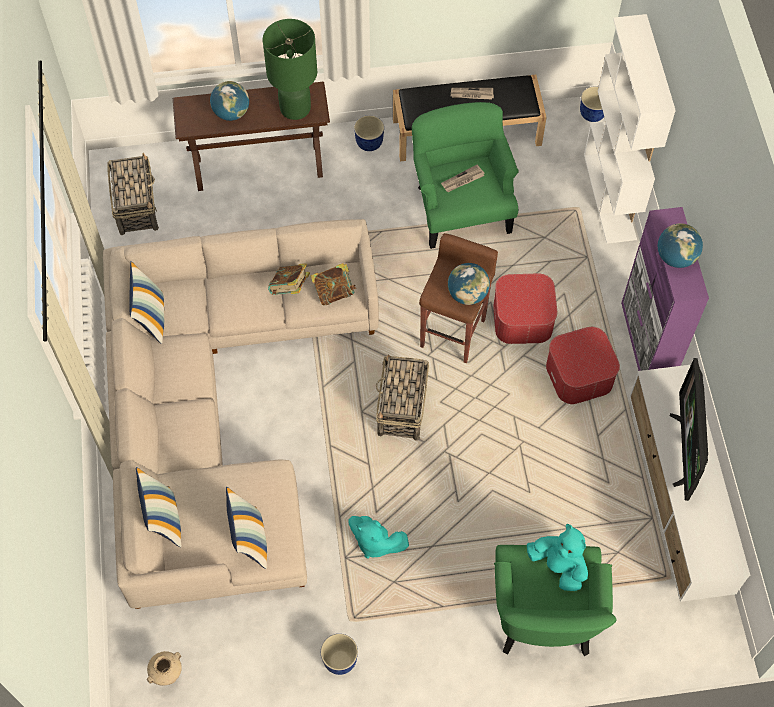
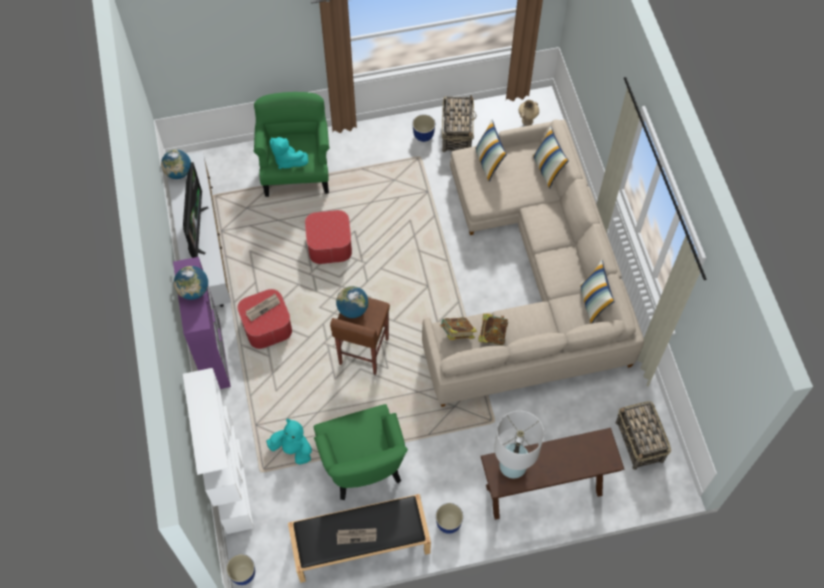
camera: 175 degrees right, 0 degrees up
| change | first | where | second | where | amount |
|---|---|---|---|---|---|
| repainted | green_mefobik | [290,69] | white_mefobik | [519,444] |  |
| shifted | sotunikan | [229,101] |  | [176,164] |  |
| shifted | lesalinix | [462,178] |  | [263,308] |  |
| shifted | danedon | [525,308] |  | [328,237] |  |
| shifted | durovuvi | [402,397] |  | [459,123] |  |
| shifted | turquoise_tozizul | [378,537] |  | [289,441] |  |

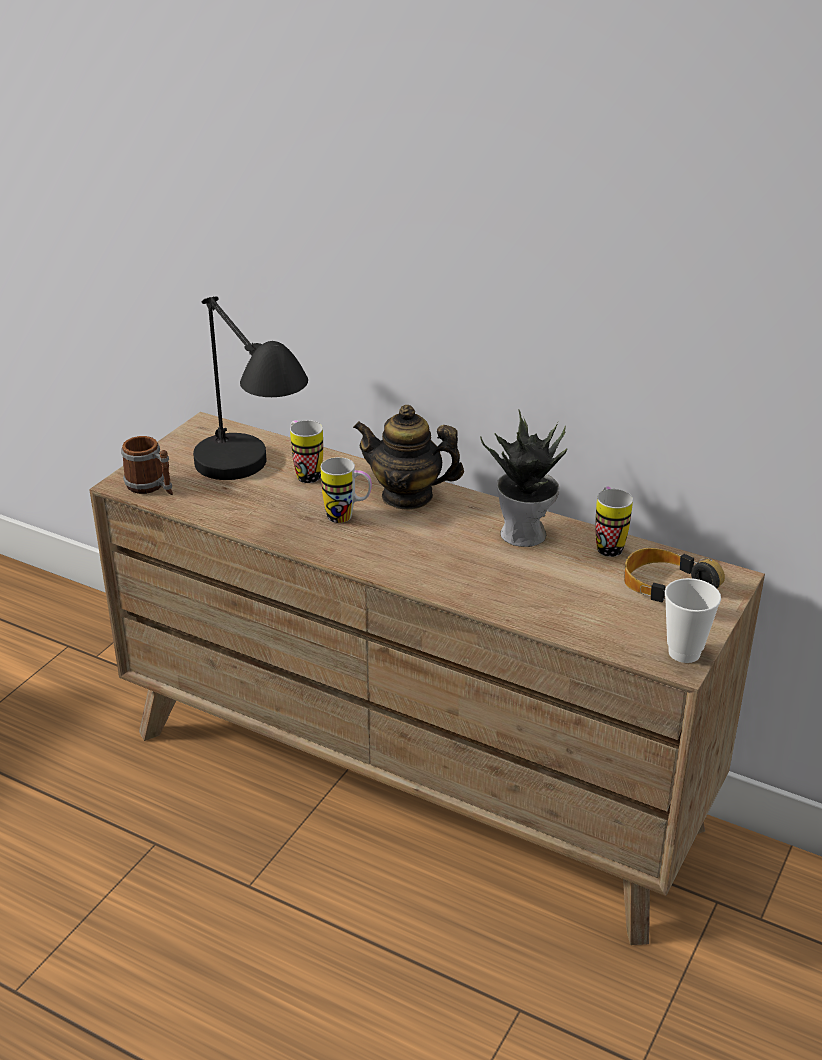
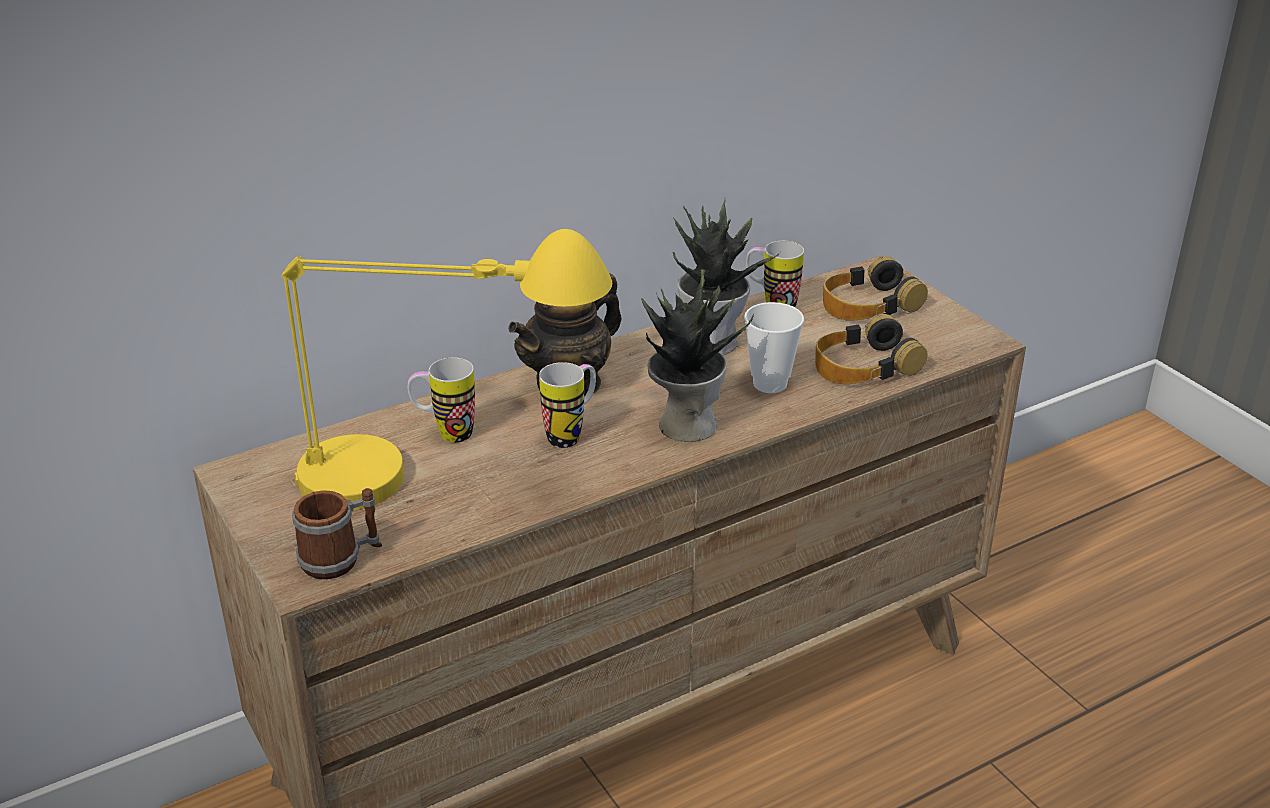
camera: 60 degrees left, 0 degrees up
| change | first | where | second | where | amount |
|---|---|---|---|---|---|
| repainted | black_mefobik | [250,388] | yellow_mefobik | [446,369] |  |
| shifted | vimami | [693,620] |  | [774,347] |  |
| new |  |  | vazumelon | [697,355] |  |
| new |  |  | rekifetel | [871,349] |  |

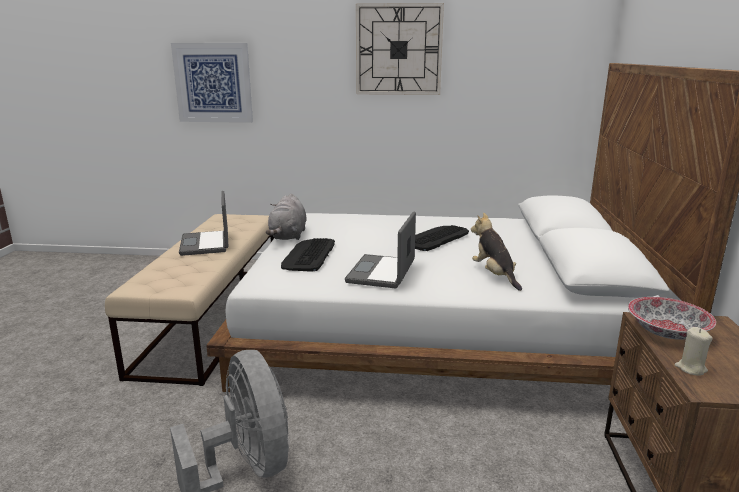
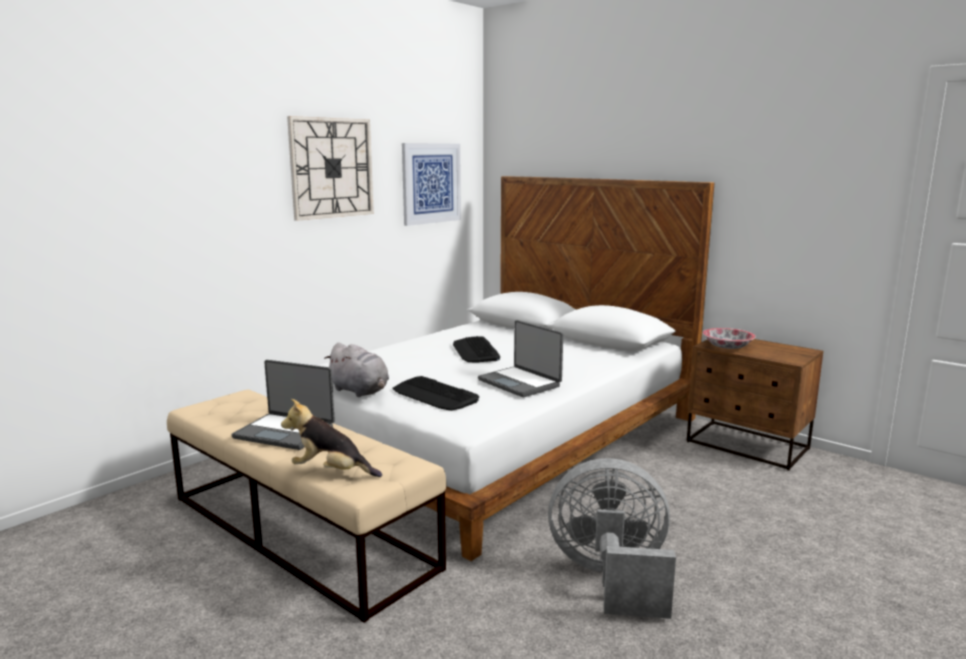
camera: 55 degrees left, 5 degrees down
| change | first | where | second | where | amount |
|---|---|---|---|---|---|
| shifted | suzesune | [212,83] |  | [431,184] |  |
| shifted | tozizul | [496,252] |  | [331,438] |  |
| gone | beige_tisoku | [694,351] |  |  |  |

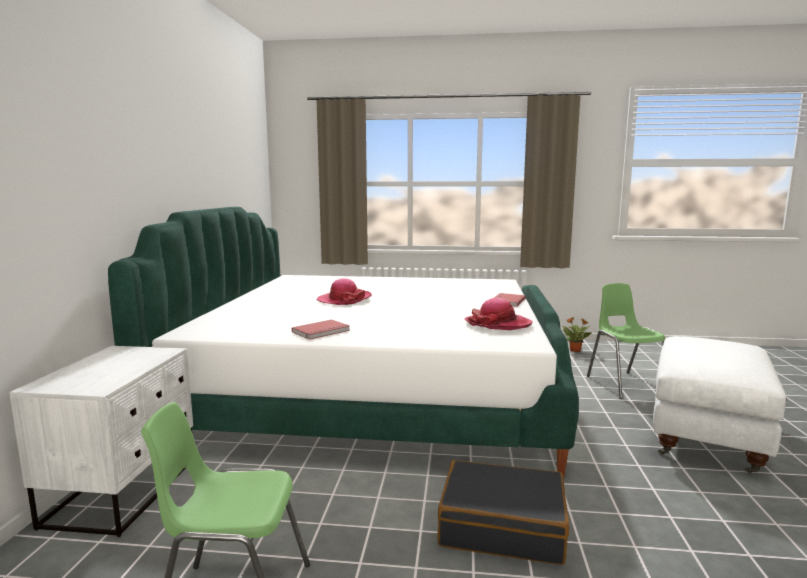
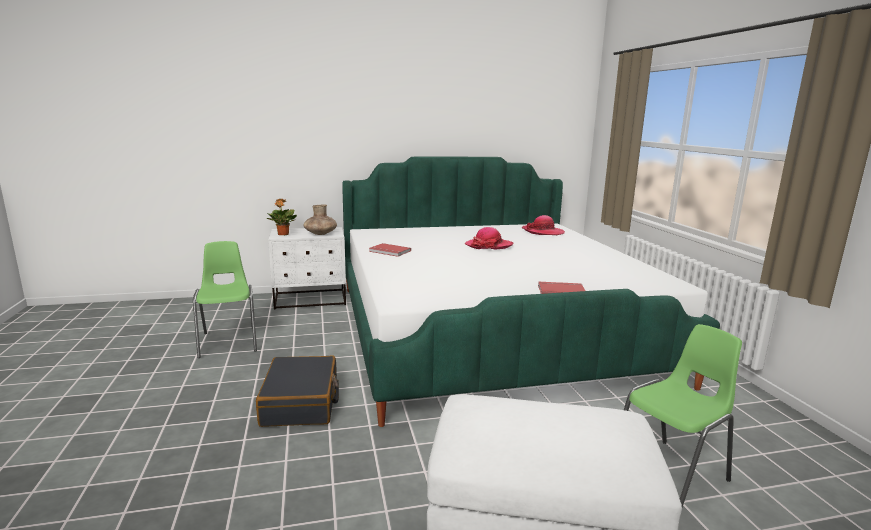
camera: 70 degrees right, 5 degrees up
| change | first | where | second | where | amount |
|---|---|---|---|---|---|
| shifted | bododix | [499,314] |  | [543,225] |  |
| shifted | vazumelon | [576,334] |  | [282,217] |  |
| new |  |  | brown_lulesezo | [320,220] |  |

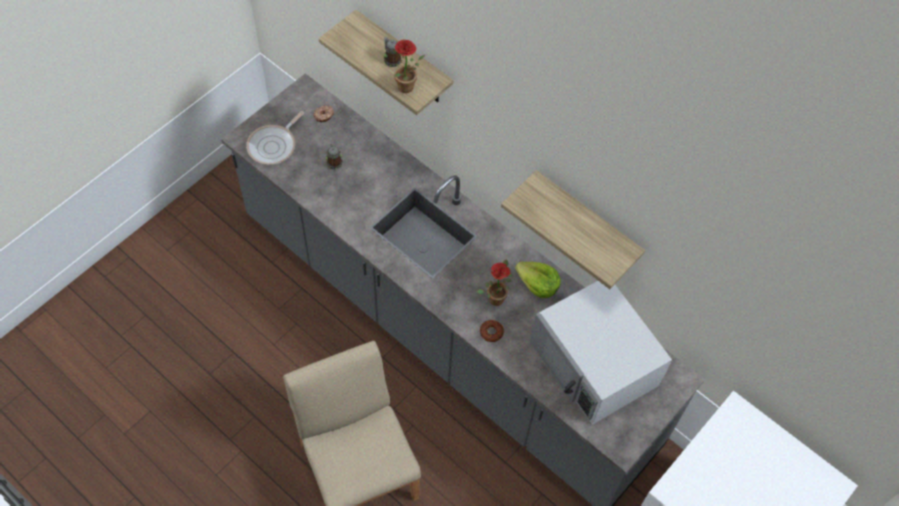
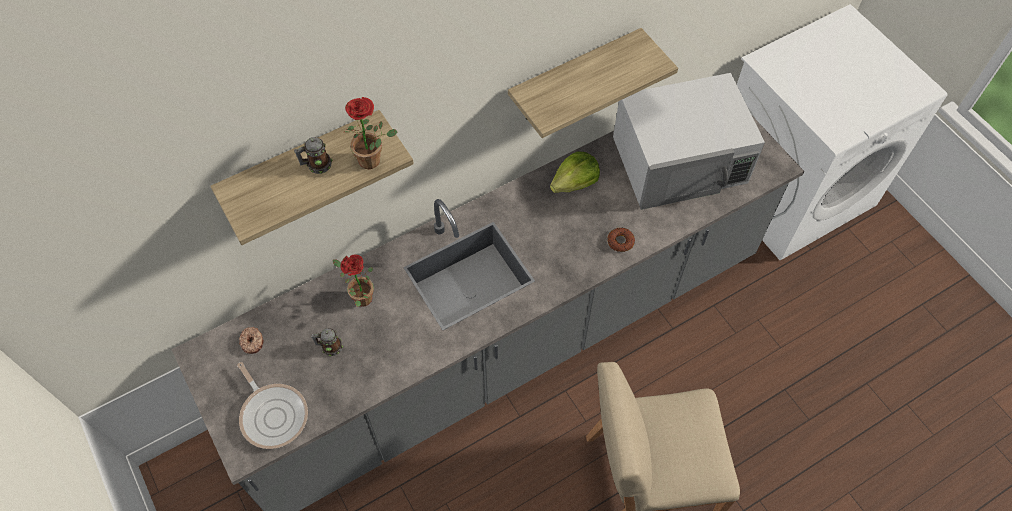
camera: 70 degrees left, 0 degrees up
| change | first | where | second | where | amount |
|---|---|---|---|---|---|
| shifted | vazumelon | [494,282] |  | [353,281] |  |

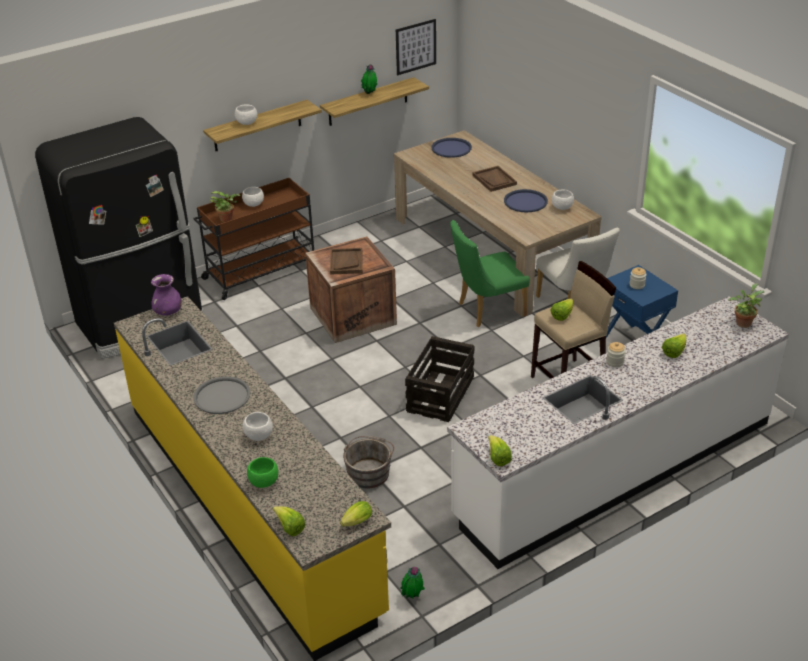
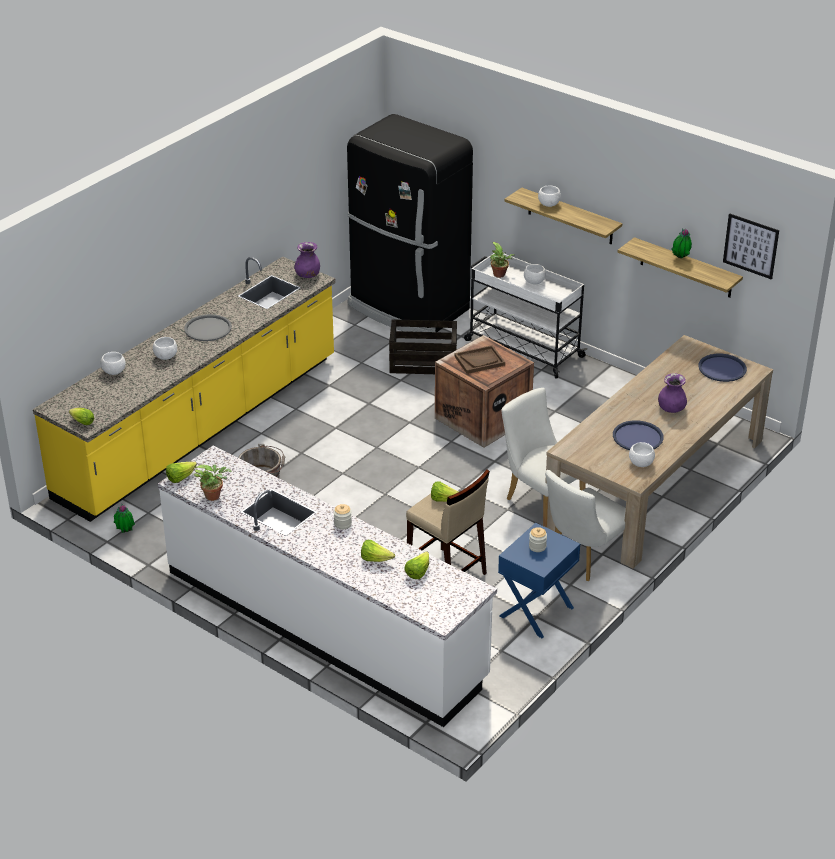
camera: 70 degrees right, 0 degrees up
| change | first | where | second | where | amount |
|---|---|---|---|---|---|
| swapped | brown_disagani | [495,179] | purple_lulesezo | [672,393] |  |
| repainted | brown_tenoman | [253,239] | white_tenoman | [525,315] |  |
| repainted | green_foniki | [490,273] | white_foniki | [544,457] |  |
| shifted | vazumelon | [746,305] |  | [213,482] |  |
| shifted | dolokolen | [439,379] |  | [423,346] |  |
| repainted | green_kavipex | [262,472] | white_kavipex | [113,363] |  |
| shifted | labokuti | [289,521] |  | [416,565] |  |

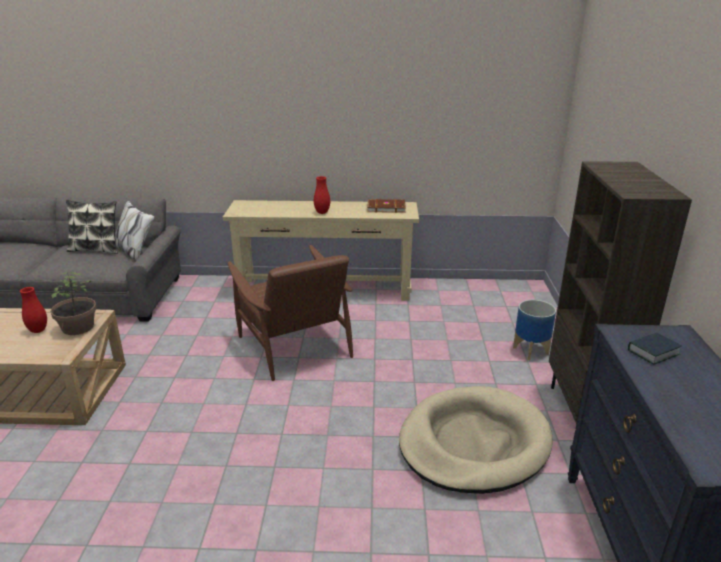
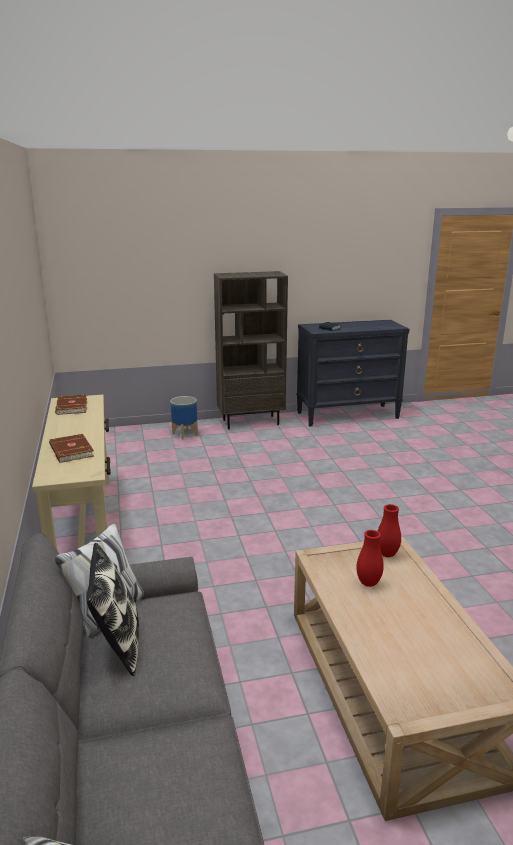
camera: 105 degrees left, 5 degrees down
| change | first | where | second | where | amount |
|---|---|---|---|---|---|
| shifted | red_lulesezo | [322,195] |  | [389,530] |  |
| gone | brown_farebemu | [290,313] |  |  |  |
| gone | vazumelon | [73,303] |  |  |  |
| gone | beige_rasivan | [476,440] |  |  |  |
| new |  |  | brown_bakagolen | [71,448] |  |

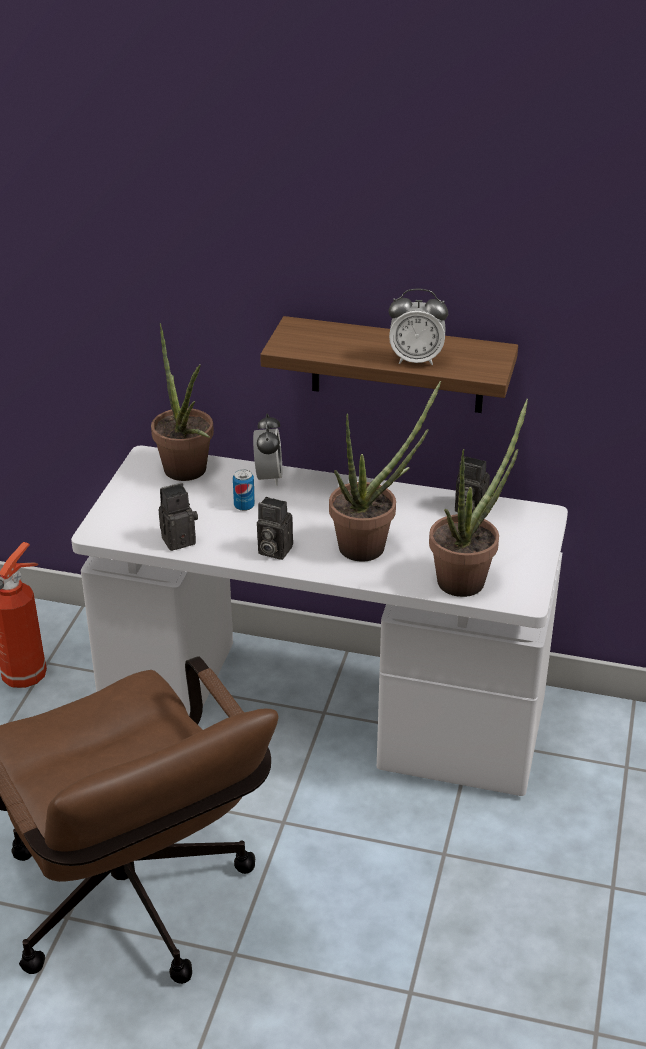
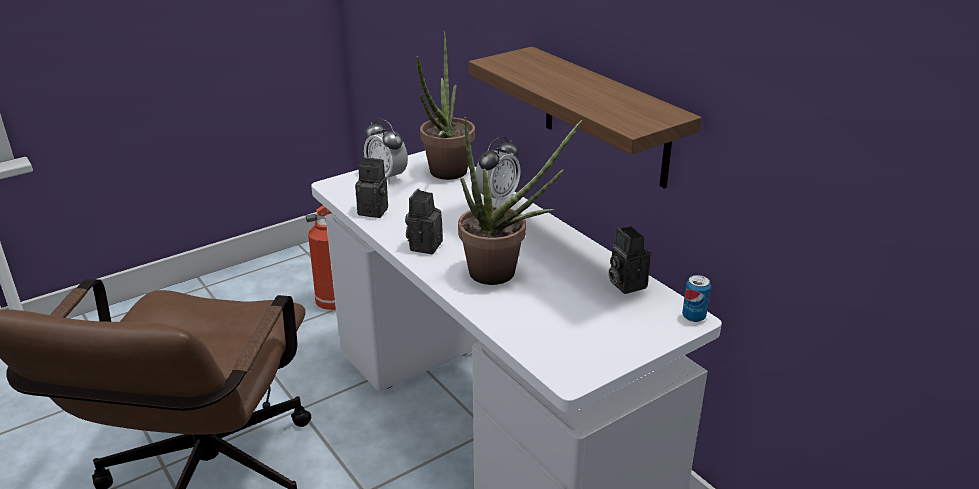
camera: 40 degrees right, 5 degrees down
| change | first | where | second | where | amount |
|---|---|---|---|---|---|
| shifted | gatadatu | [418,327] |  | [386,151] |  |
| gone | vazumelon | [478,498] |  |  |  |
| shifted | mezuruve | [244,490] |  | [696,298] |  |
| rotated | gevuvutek | [275,528] |  | [424,221] | 45 degrees clockwise |

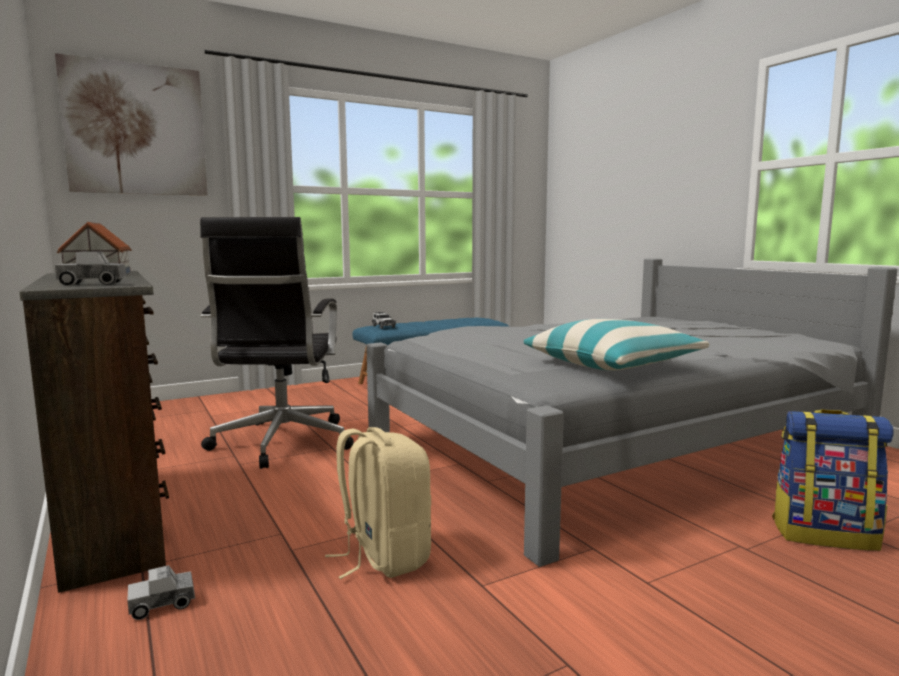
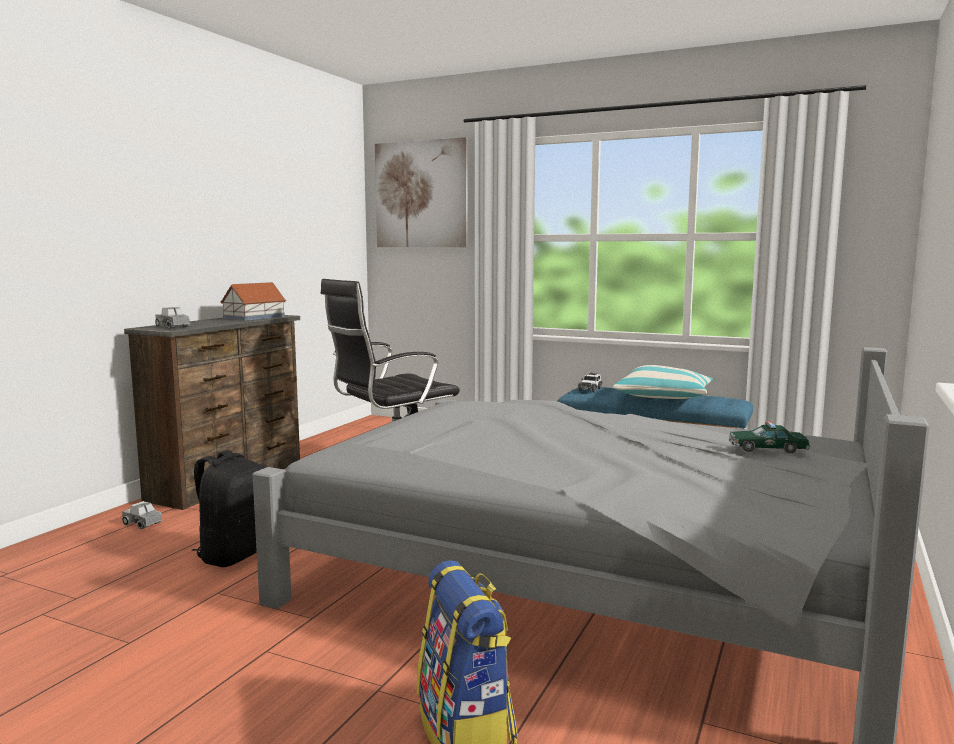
camera: 55 degrees right, 0 degrees up
| change | first | where | second | where | amount |
|---|---|---|---|---|---|
| shifted | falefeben | [616,345] |  | [663,382] |  |
| repainted | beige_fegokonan | [378,503] | black_fegokonan | [229,508] |  |
| new |  |  | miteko | [769,437] |  |

